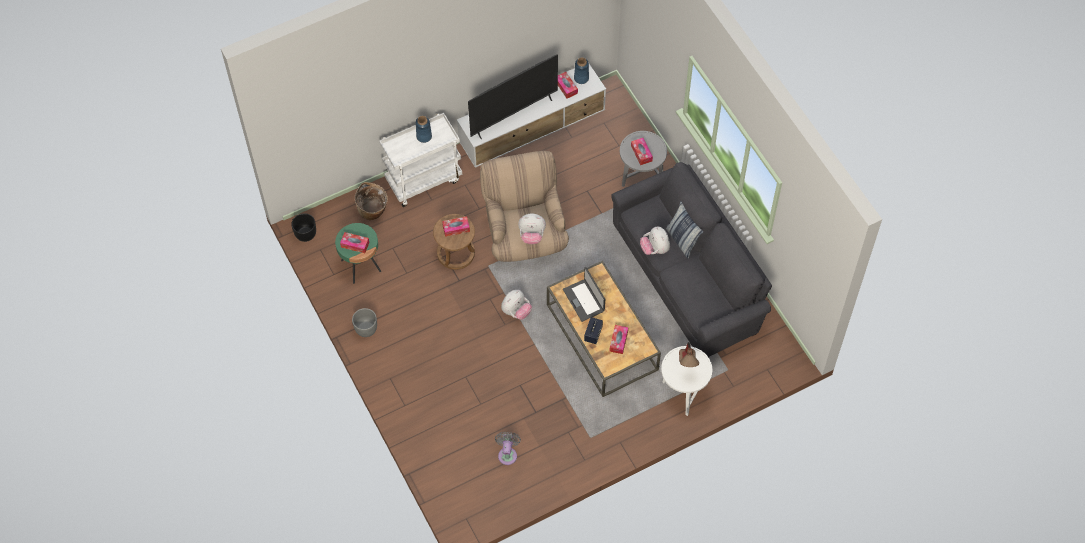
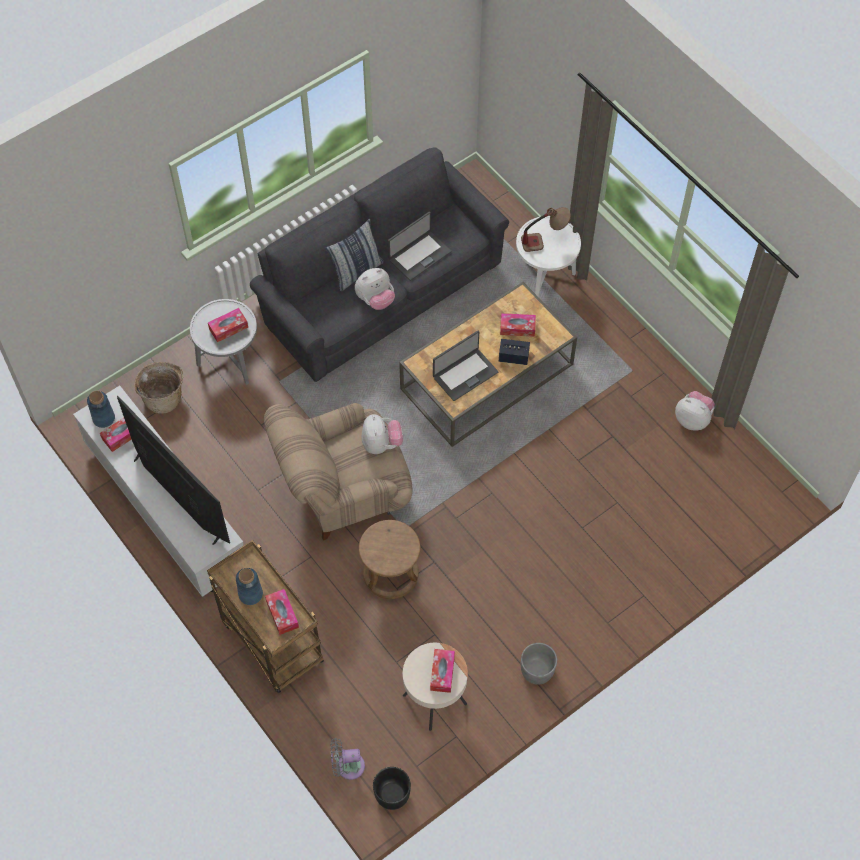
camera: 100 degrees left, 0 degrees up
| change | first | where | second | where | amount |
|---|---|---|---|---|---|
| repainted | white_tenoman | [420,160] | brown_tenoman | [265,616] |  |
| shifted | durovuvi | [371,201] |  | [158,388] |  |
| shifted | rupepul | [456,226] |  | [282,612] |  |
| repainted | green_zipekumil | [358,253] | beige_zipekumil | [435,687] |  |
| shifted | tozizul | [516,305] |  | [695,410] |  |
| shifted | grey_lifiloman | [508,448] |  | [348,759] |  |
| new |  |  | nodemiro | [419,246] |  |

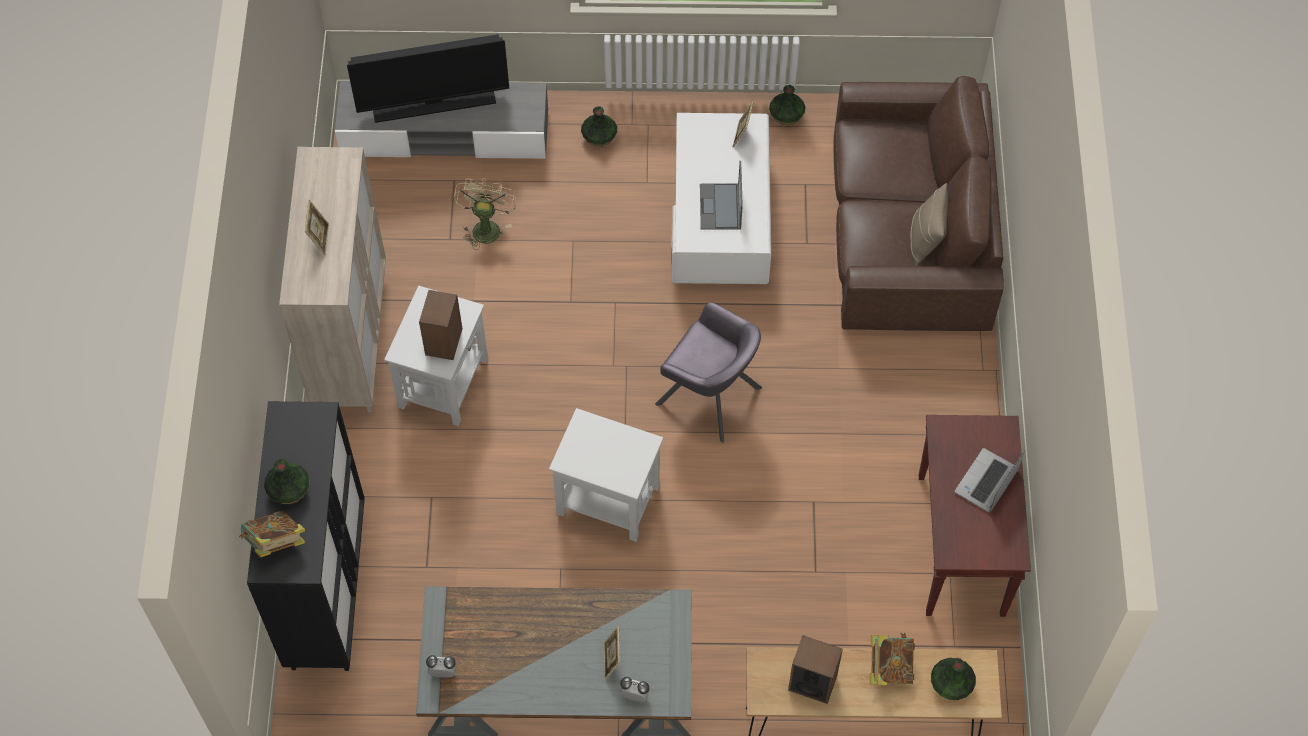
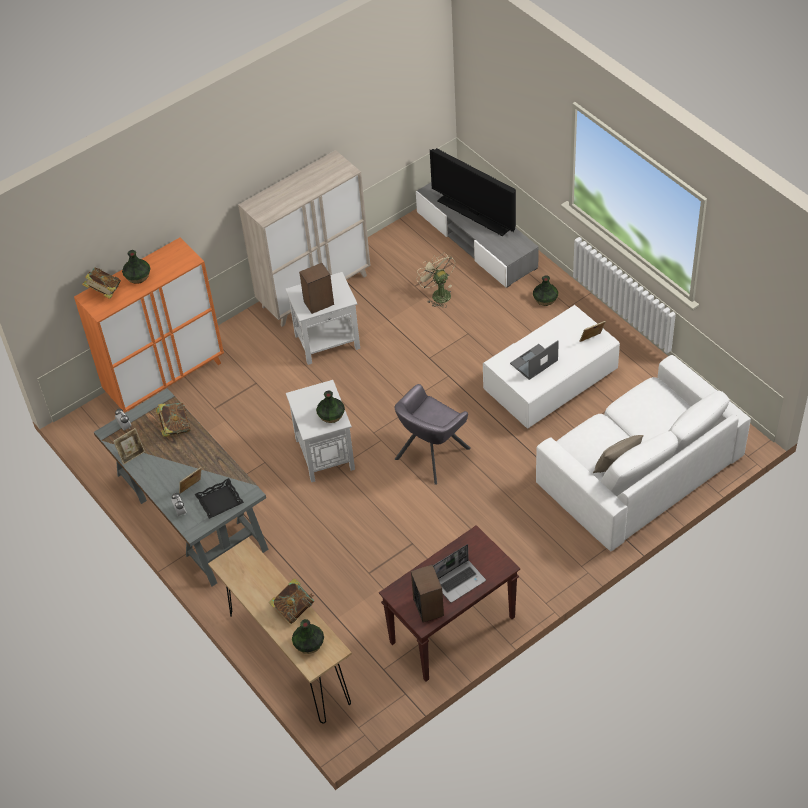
camera: 55 degrees right, 10 degrees down
| change | first | where | second | where | amount |
|---|---|---|---|---|---|
| repainted | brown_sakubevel | [919,203] | white_sakubevel | [643,453] |  |
| shifted | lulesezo | [787,105] |  | [330,407] |  |
| rotated | beige_lifiloman | [485,214] |  | [435,280] | 90 degrees counterclockwise |
| shifted | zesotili | [317,227] |  | [129,446] |  |
| rotated | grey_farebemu | [708,372] |  | [433,434] | 45 degrees clockwise |
| repainted | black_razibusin | [306,536] | orange_razibusin | [149,325] |  |
| rotated | nodemiro | [990,480] |  | [459,573] | 150 degrees clockwise |
| shifted | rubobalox | [815,669] |  | [427,593] |  |
| new |  |  | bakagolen | [173,419] |  |
| new |  |  | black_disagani | [219,498] |  |

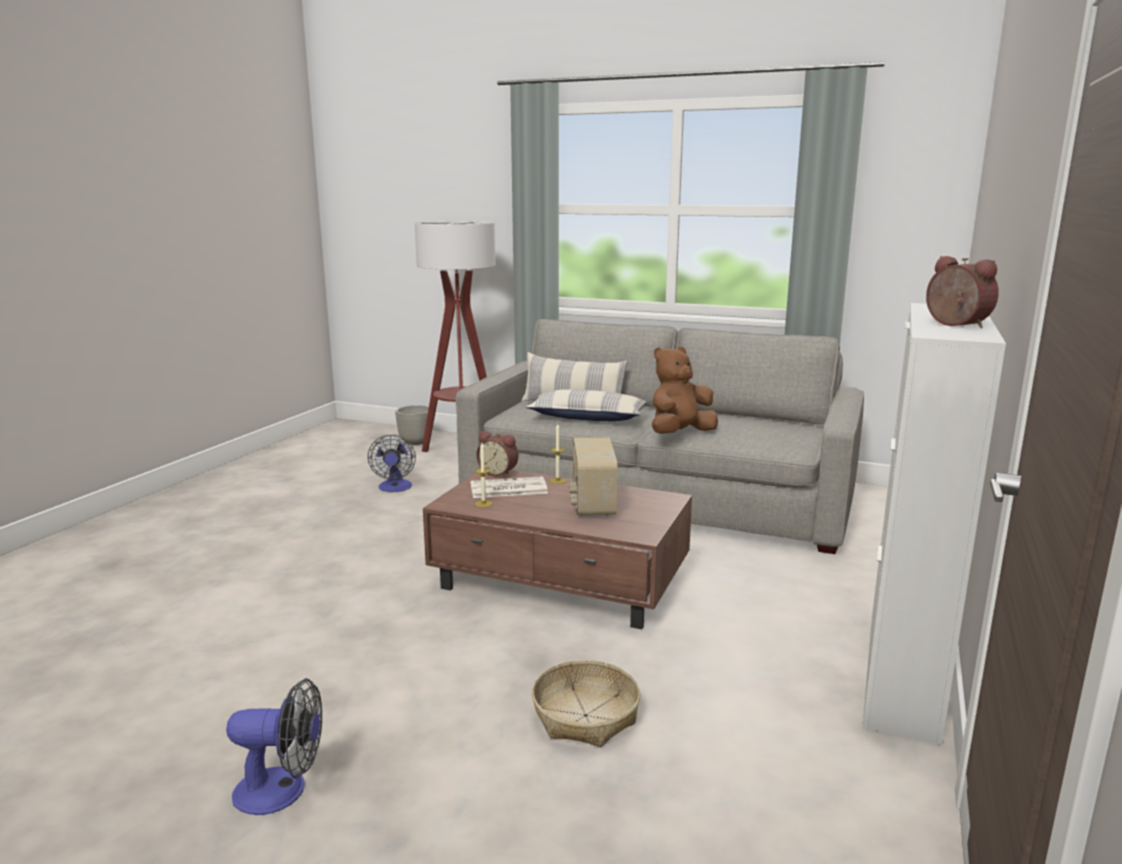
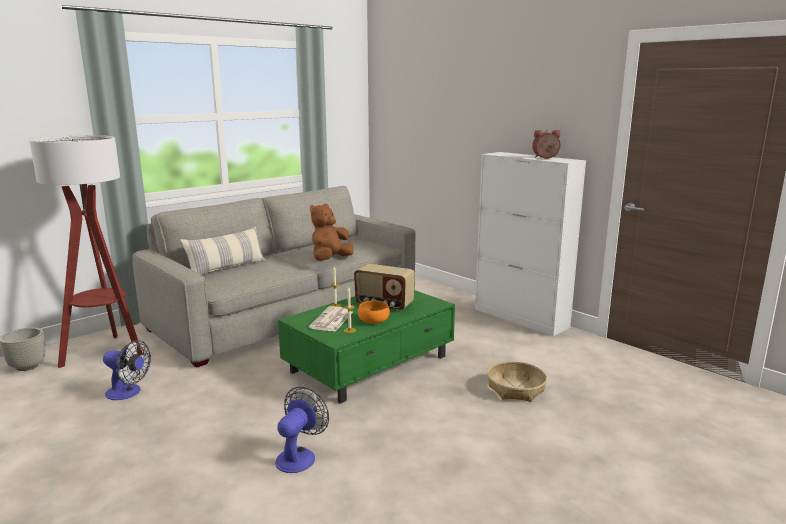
camera: 65 degrees left, 0 degrees up
| change | first | where | second | where | amount |
|---|---|---|---|---|---|
| rotated | brown_tozizul | [685,390] |  | [332,232] | 45 degrees clockwise |
| gone | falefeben | [586,405] |  |  |  |
| gone | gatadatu | [497,454] |  |  |  |
| repainted | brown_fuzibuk | [557,549] | green_fuzibuk | [366,347] |  |
| shifted | lifiloman | [274,746] |  | [302,430] |  |
| new |  |  | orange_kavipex | [374,312] |  |

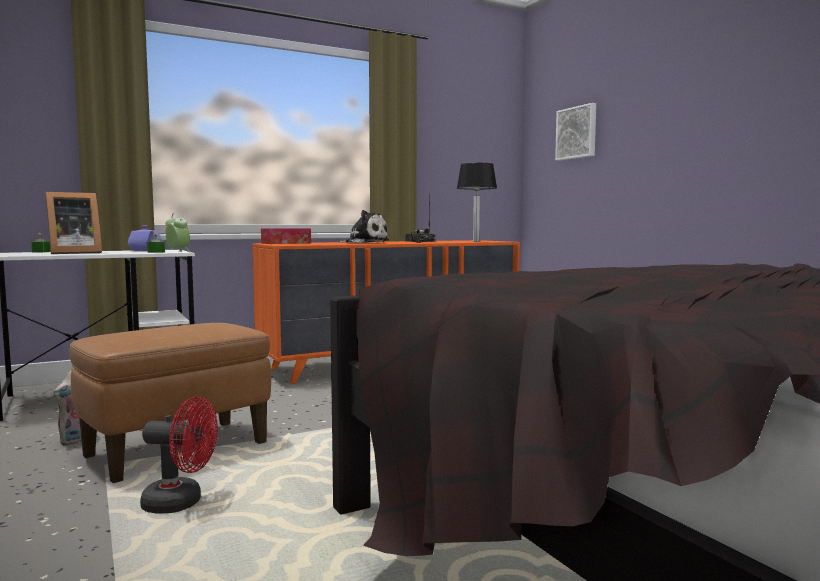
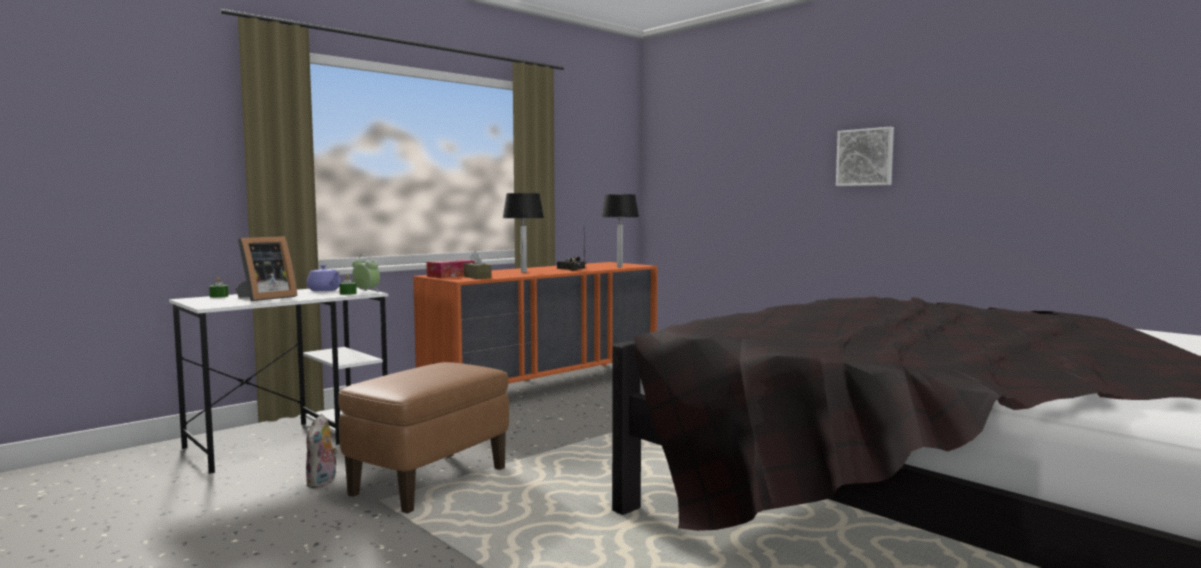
camera: 15 degrees left, 0 degrees up
| change | first | where | second | where | amount |
|---|---|---|---|---|---|
| shifted | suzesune | [575,132] |  | [865,156] |  |
| swapped | tozizul | [364,226] | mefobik | [523,233] |  |
| gone | red_lifiloman | [179,455] |  |  |  |
| new |  |  | brown_rupepul | [478,265] |  |

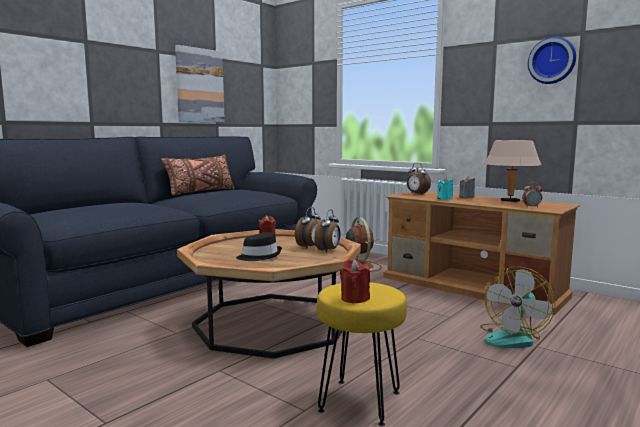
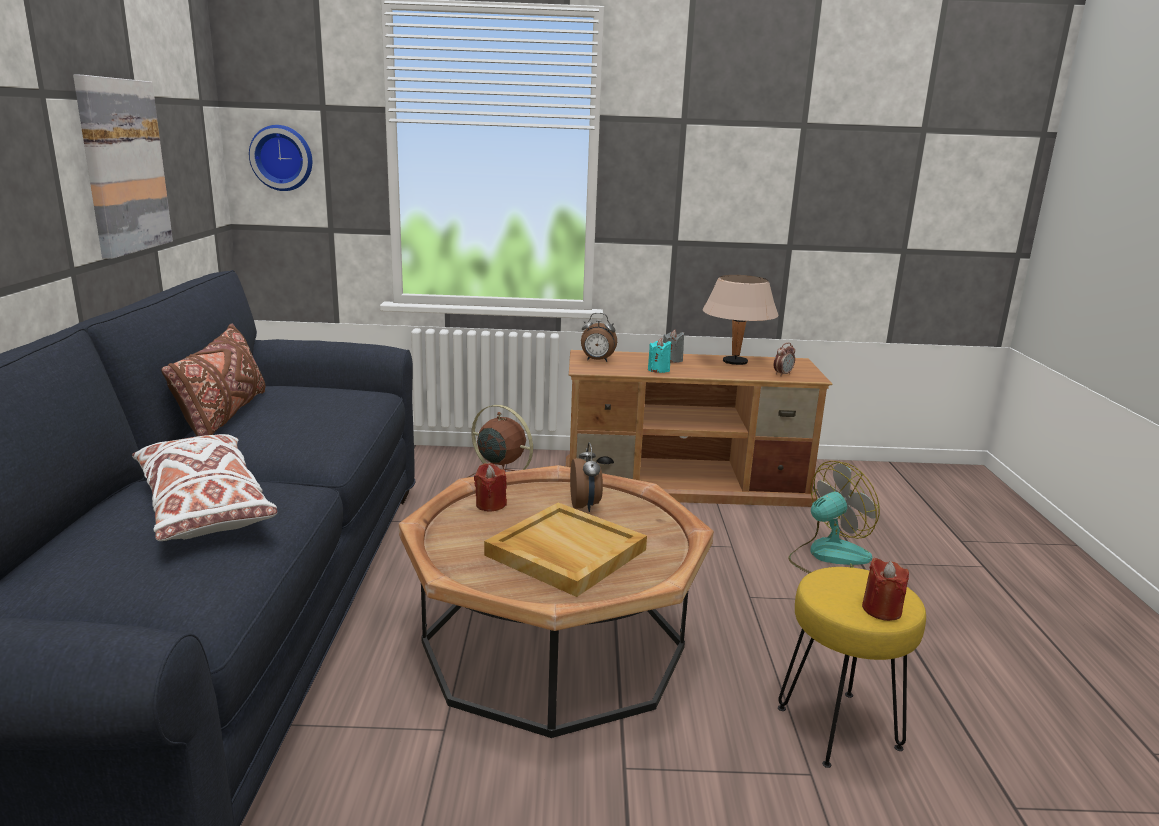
camera: 40 degrees left, 10 degrees up
| change | first | where | second | where | amount |
|---|---|---|---|---|---|
| shifted | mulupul | [552,60] |  | [280,158] |  |
| gone | gatadatu | [327,230] |  |  |  |
| swapped | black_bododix | [259,246] | beige_disagani | [565,550] |  |
| rotated | lifiloman | [517,307] |  | [834,517] | 120 degrees counterclockwise |
| new |  |  | white_falefeben | [204,487] |  |

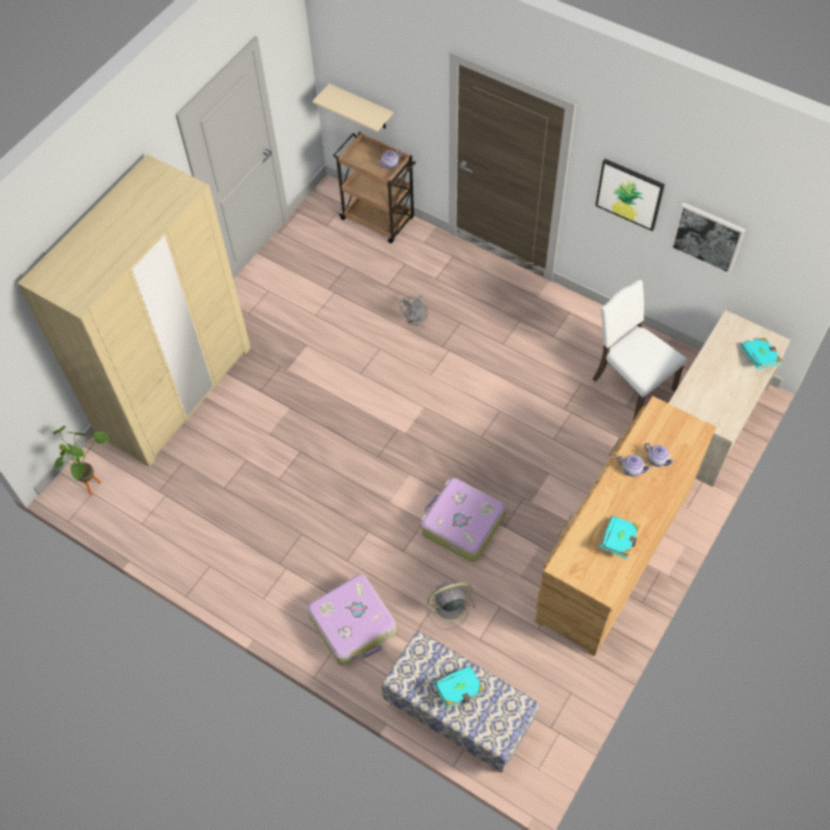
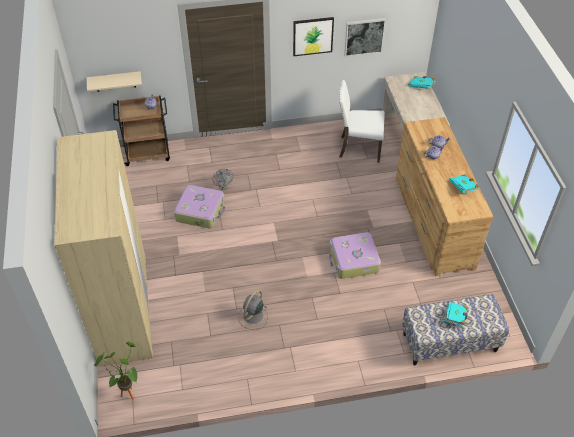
camera: 45 degrees left, 10 degrees down
| change | first | where | second | where | amount |
|---|---|---|---|---|---|
| shifted | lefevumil | [351,620] |  | [199,207] |  |
| shifted | grey_lifiloman | [450,605] |  | [253,310] |  |

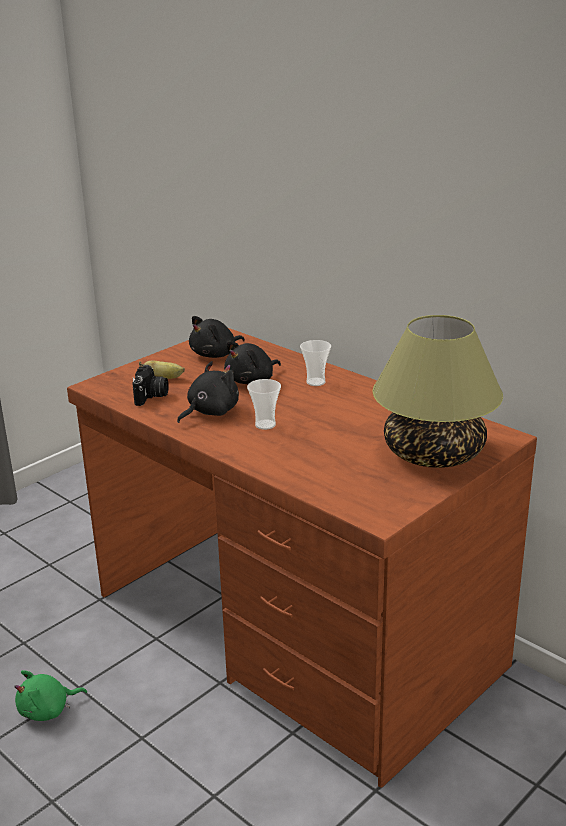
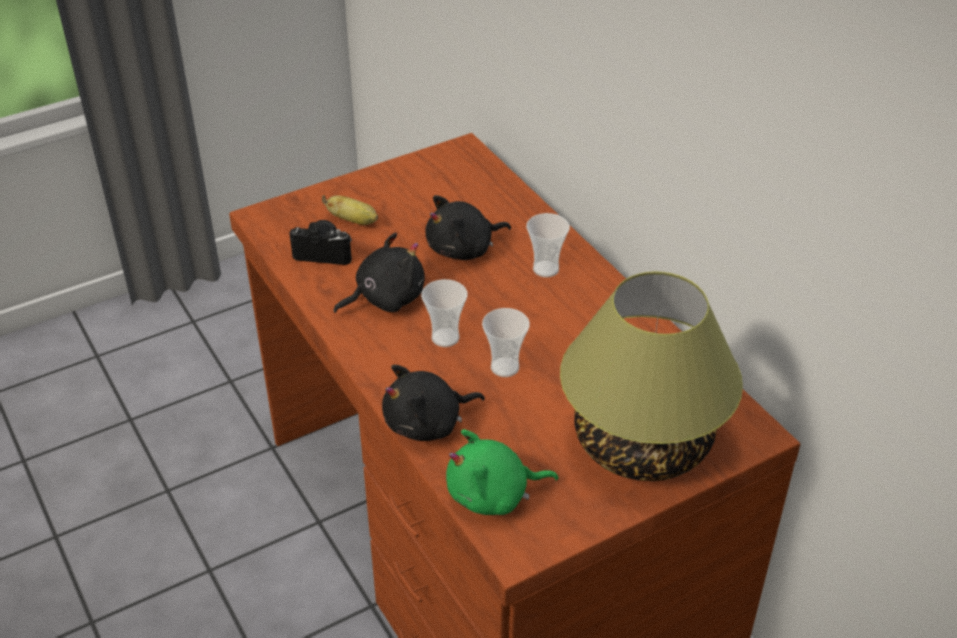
camera: 15 degrees right, 15 degrees up
| change | first | where | second | where | amount |
|---|---|---|---|---|---|
| shifted | black_tozizul | [217,337] |  | [433,403] |  |
| rotated | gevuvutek | [150,385] |  | [321,242] | 105 degrees counterclockwise |
| shifted | green_tozizul | [50,695] |  | [502,472] |  |
| new |  |  | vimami | [506,342] |  |

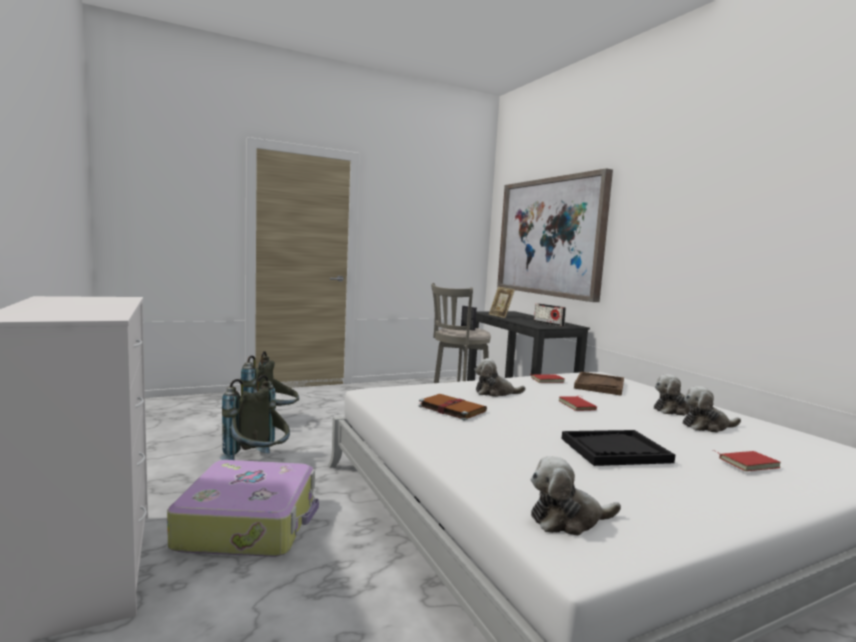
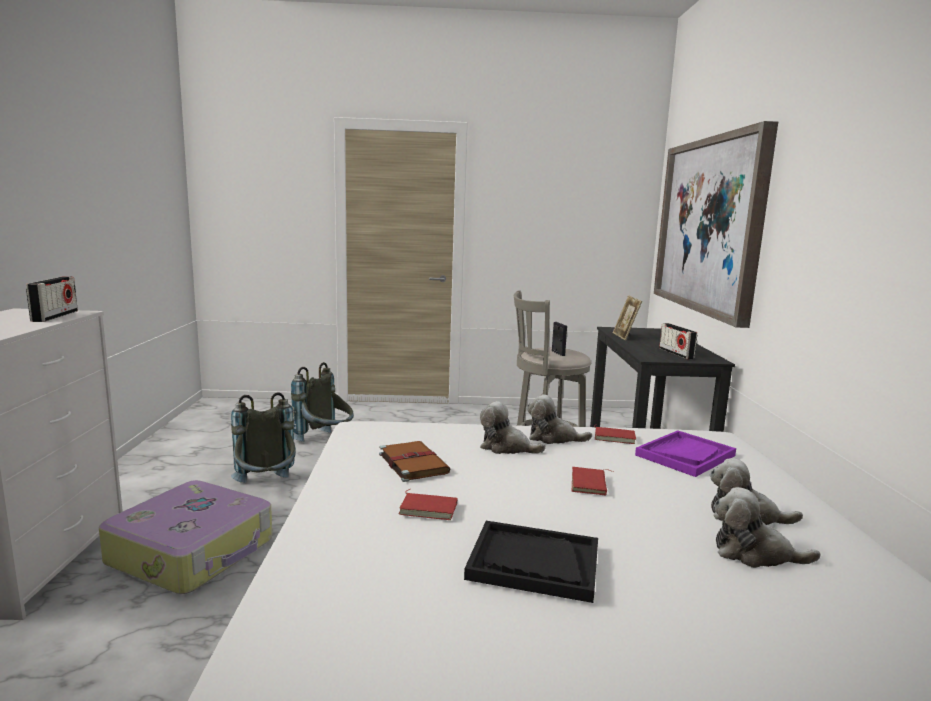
camera: 25 degrees right, 5 degrees up
| change | first | where | second | where | amount |
|---|---|---|---|---|---|
| repainted | brown_disagani | [599,384] | purple_disagani | [685,453] |  |
| shifted | red_bakagolen | [747,460] |  | [428,504] |  |
| shifted | tozizul | [576,496] |  | [559,419] |  |
| new |  |  | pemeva | [52,299] |  |

